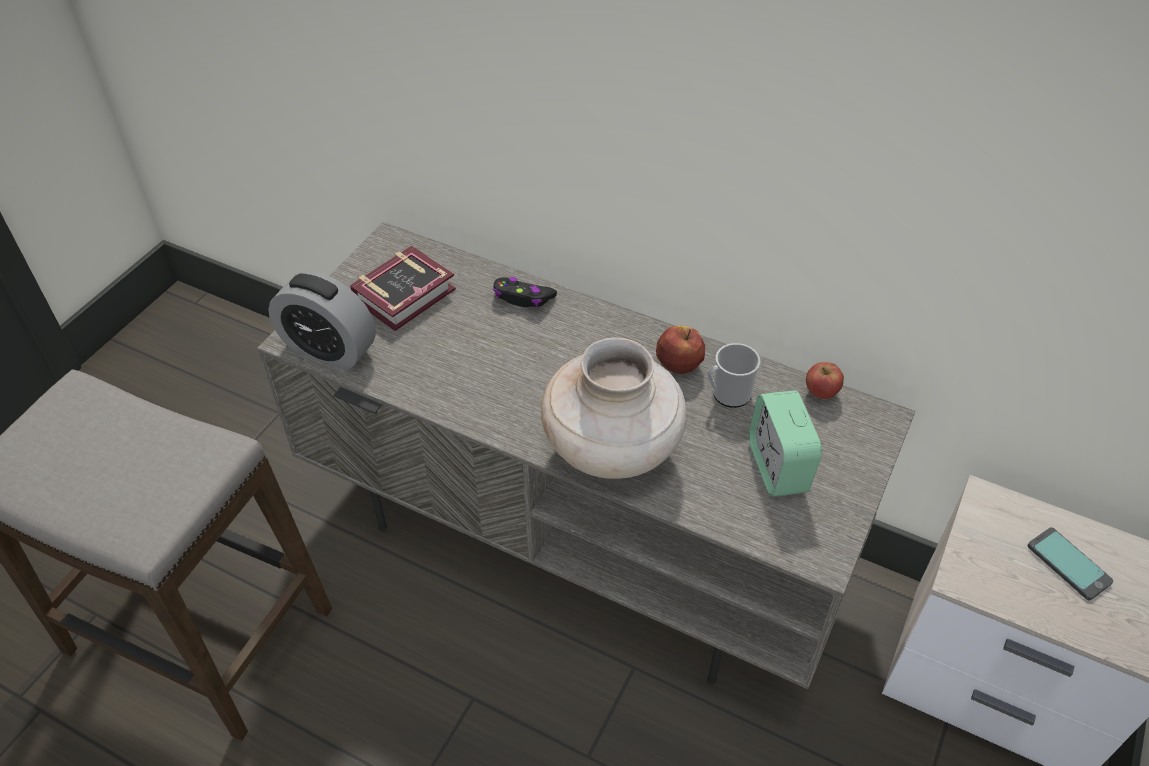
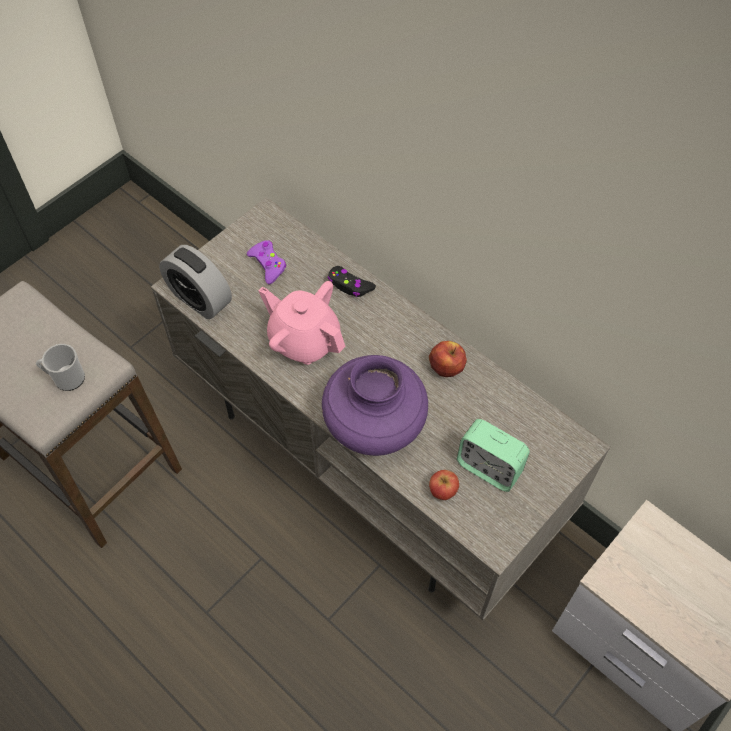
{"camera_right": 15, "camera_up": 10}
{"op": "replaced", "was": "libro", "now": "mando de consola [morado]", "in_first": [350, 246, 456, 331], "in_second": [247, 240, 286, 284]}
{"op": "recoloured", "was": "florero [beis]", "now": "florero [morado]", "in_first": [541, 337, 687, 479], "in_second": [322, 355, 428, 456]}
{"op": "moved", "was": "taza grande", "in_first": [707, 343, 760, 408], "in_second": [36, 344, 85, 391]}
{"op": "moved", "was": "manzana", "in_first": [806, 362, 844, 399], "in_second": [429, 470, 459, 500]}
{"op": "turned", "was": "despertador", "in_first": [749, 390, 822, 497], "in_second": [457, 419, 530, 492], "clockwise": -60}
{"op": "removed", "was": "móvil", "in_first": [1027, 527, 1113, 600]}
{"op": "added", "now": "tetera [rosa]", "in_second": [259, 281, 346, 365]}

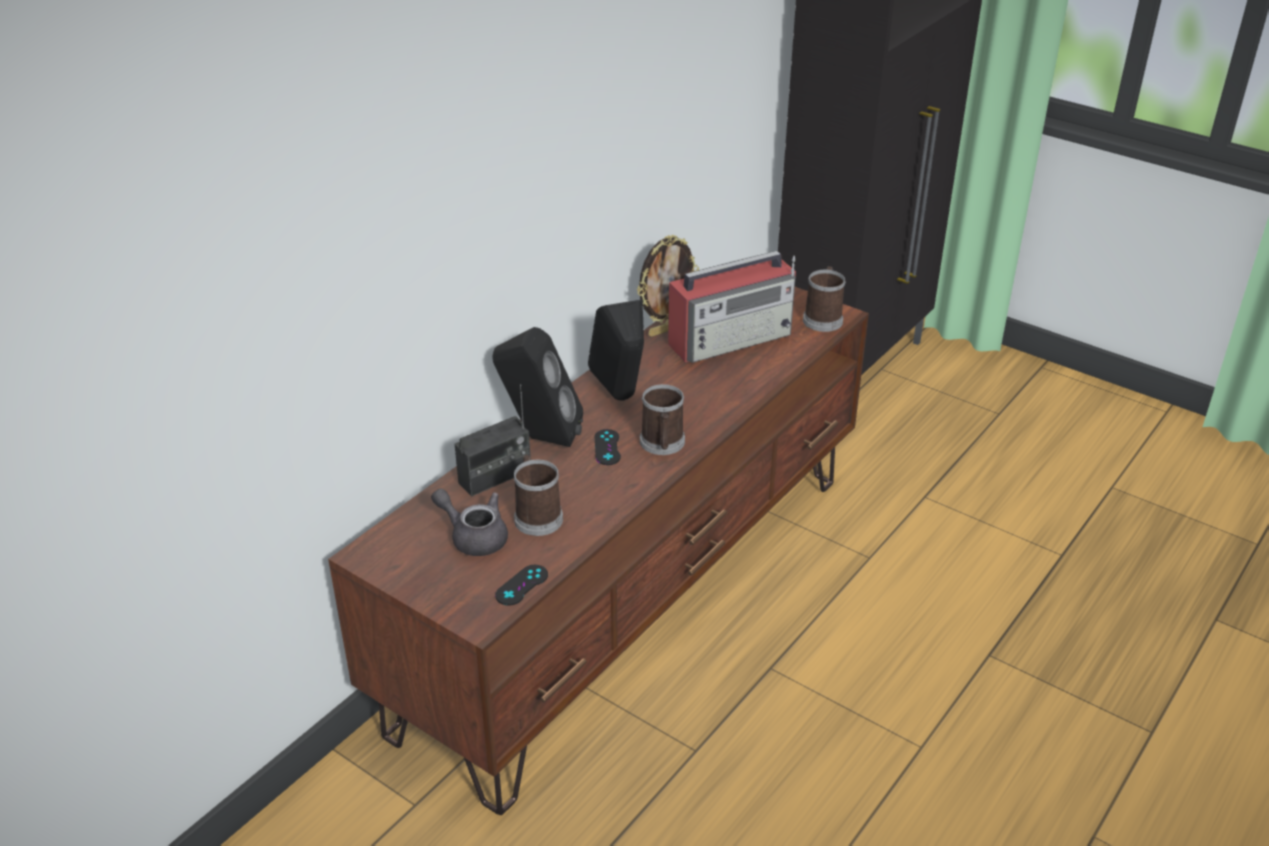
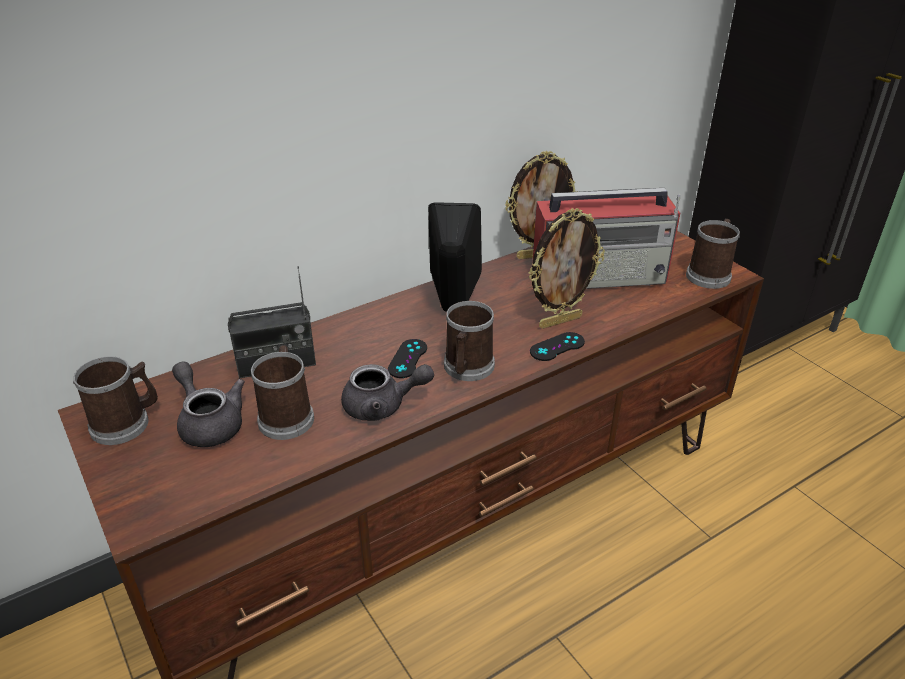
{"camera_right": 20, "camera_up": 0}
{"op": "removed", "was": "altavoz [negro]", "in_first": [493, 327, 583, 447]}
{"op": "moved", "was": "mando de consola [negro]", "in_first": [495, 565, 548, 606], "in_second": [530, 332, 585, 361]}
{"op": "added", "now": "portarretratos", "in_second": [529, 208, 605, 329]}
{"op": "added", "now": "taza grande", "in_second": [73, 356, 158, 445]}
{"op": "added", "now": "tetera [gris]", "in_second": [341, 364, 434, 421]}

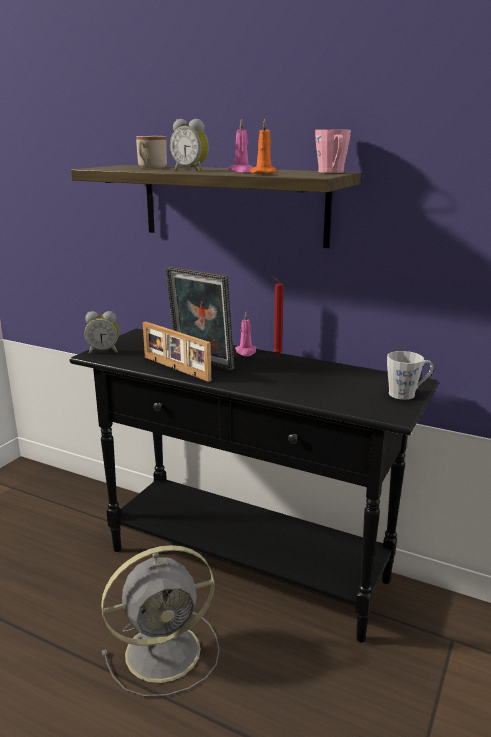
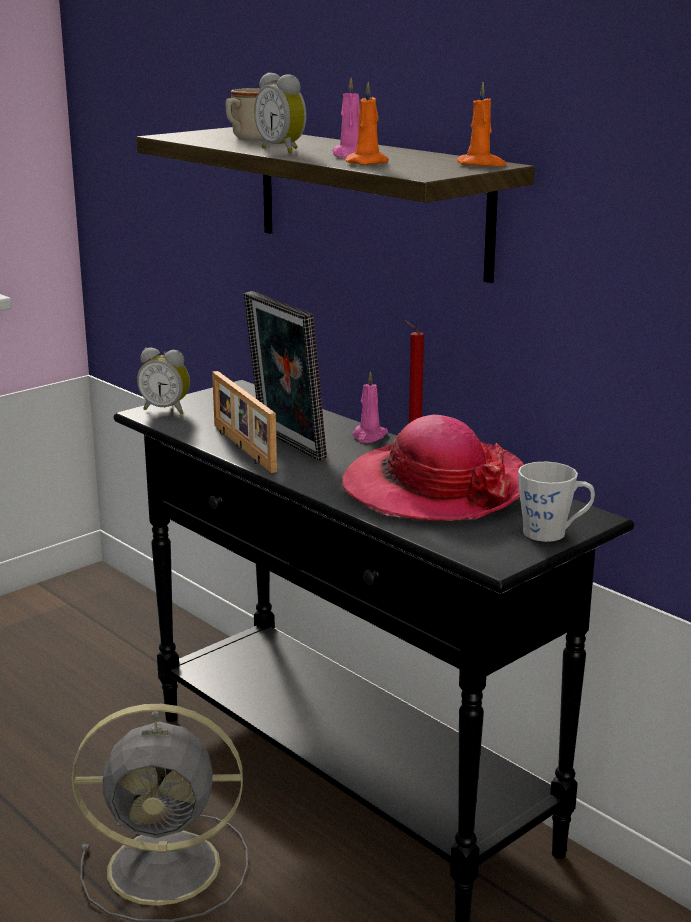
{"camera_right": 20, "camera_up": 0}
{"op": "replaced", "was": "taza grande [rosa]", "now": "vela [naranja]", "in_first": [315, 130, 351, 173], "in_second": [457, 82, 507, 166]}
{"op": "added", "now": "sombrero", "in_second": [342, 415, 524, 521]}

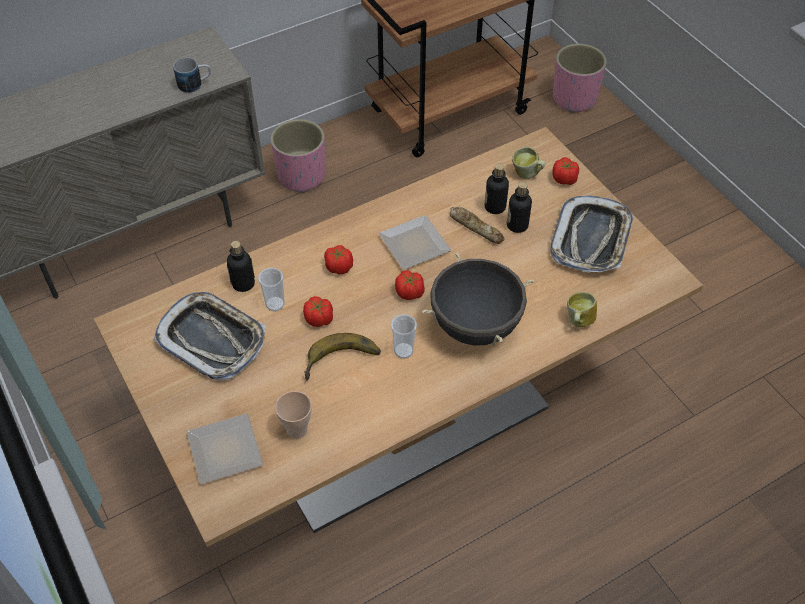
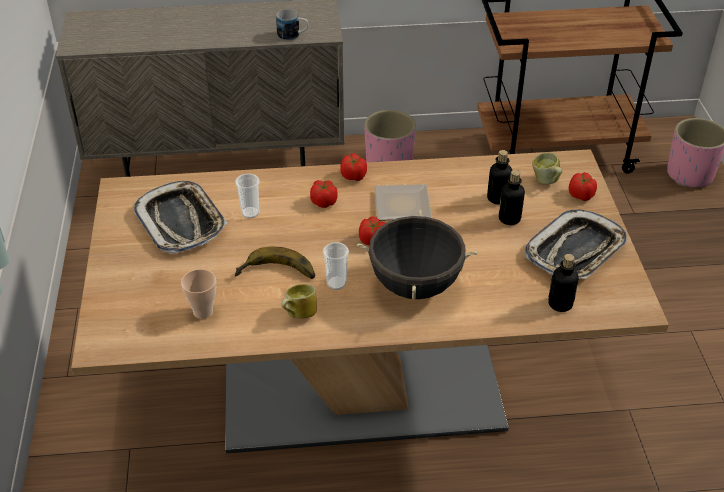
{"camera_right": 25, "camera_up": -10}
{"op": "removed", "was": "pan", "in_first": [450, 207, 504, 244]}
{"op": "moved", "was": "botella", "in_first": [227, 241, 255, 292], "in_second": [548, 254, 579, 312]}
{"op": "moved", "was": "taza grande", "in_first": [567, 292, 597, 327], "in_second": [281, 284, 317, 319]}
{"op": "moved", "was": "tomate", "in_first": [303, 296, 333, 327], "in_second": [340, 153, 367, 181]}
{"op": "removed", "was": "plato", "in_first": [187, 413, 263, 484]}

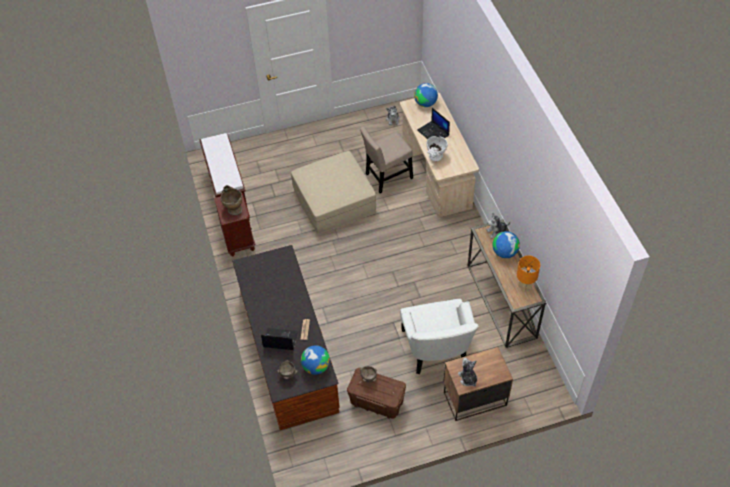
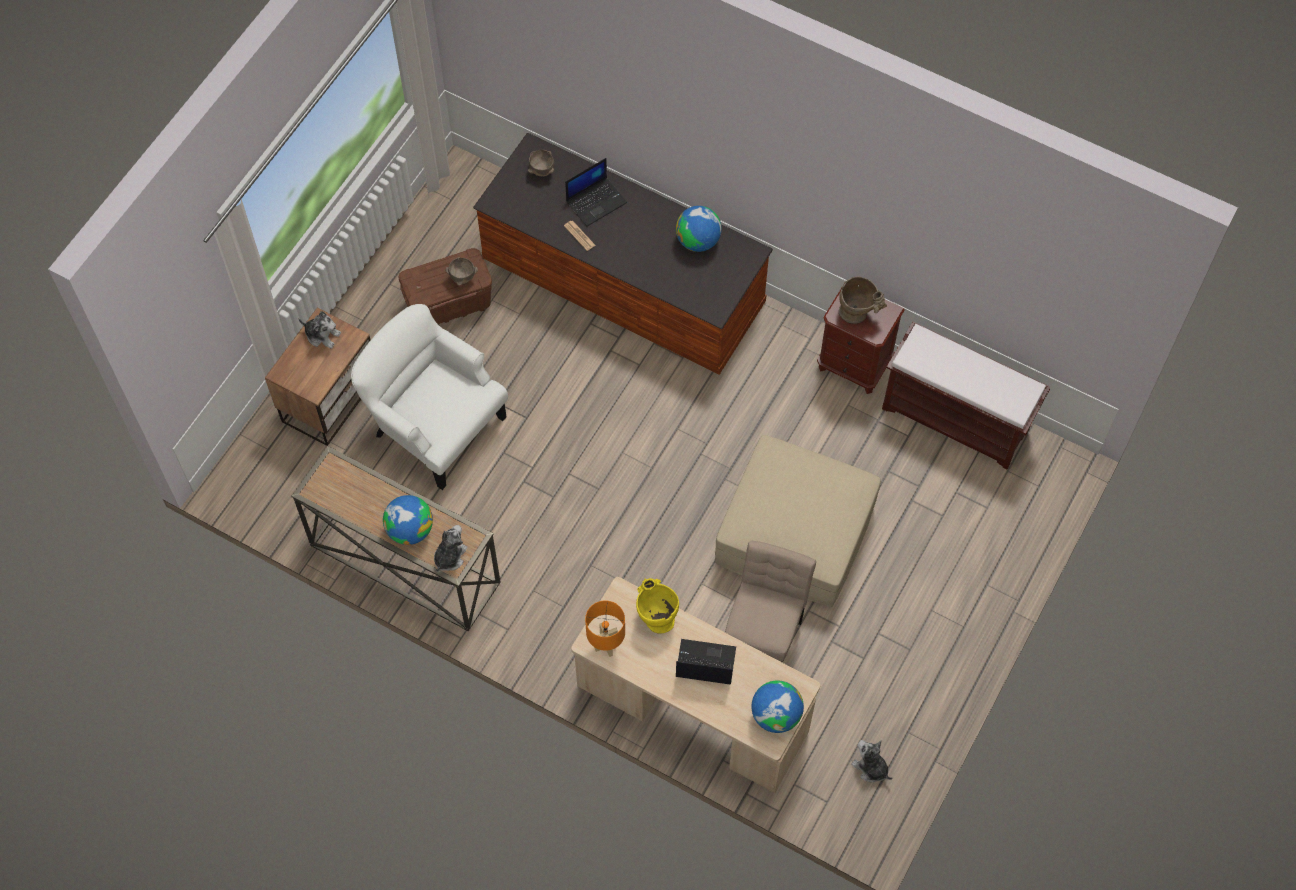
{"camera_right": 135, "camera_up": 10}
{"op": "recoloured", "was": "florero [blanco]", "now": "florero [amarillo]", "in_first": [427, 136, 448, 161], "in_second": [636, 578, 679, 634]}
{"op": "moved", "was": "lámpara de mesa [naranja]", "in_first": [517, 256, 540, 292], "in_second": [585, 601, 625, 657]}
{"op": "moved", "was": "globo terráqueo", "in_first": [301, 345, 330, 375], "in_second": [676, 206, 722, 252]}

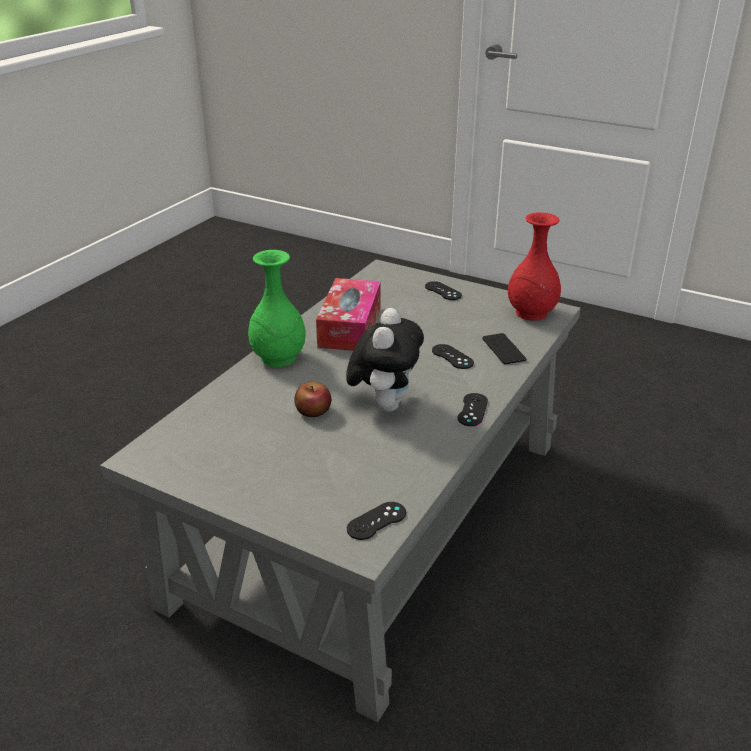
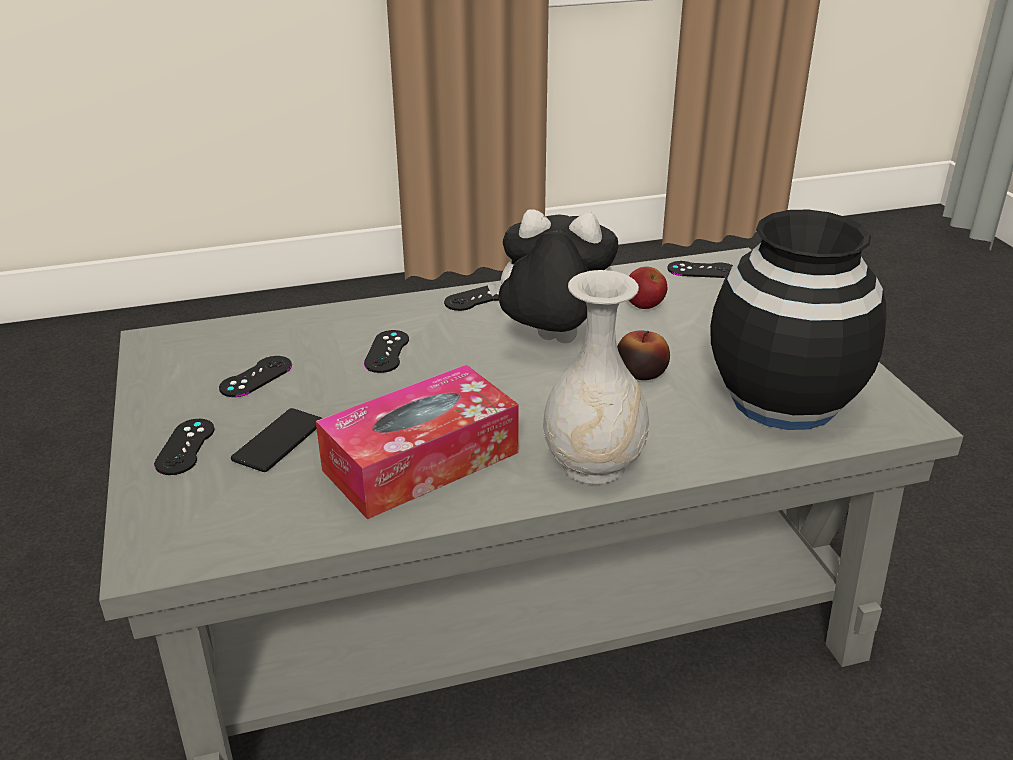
{"camera_right": -135, "camera_up": 0}
{"op": "removed", "was": "florero [rojo]", "in_first": [508, 212, 561, 321]}
{"op": "recoloured", "was": "florero [verde]", "now": "florero [blanco]", "in_first": [248, 250, 306, 367], "in_second": [543, 270, 649, 484]}
{"op": "turned", "was": "peluche", "in_first": [346, 308, 424, 412], "in_second": [487, 209, 618, 343], "clockwise": 45}
{"op": "moved", "was": "móvil", "in_first": [482, 333, 526, 364], "in_second": [231, 408, 322, 472]}
{"op": "added", "now": "florero [negro]", "in_second": [710, 210, 886, 430]}
{"op": "added", "now": "manzana", "in_second": [629, 266, 667, 309]}
{"op": "added", "now": "mando de consola [negro]", "in_second": [219, 356, 292, 397]}

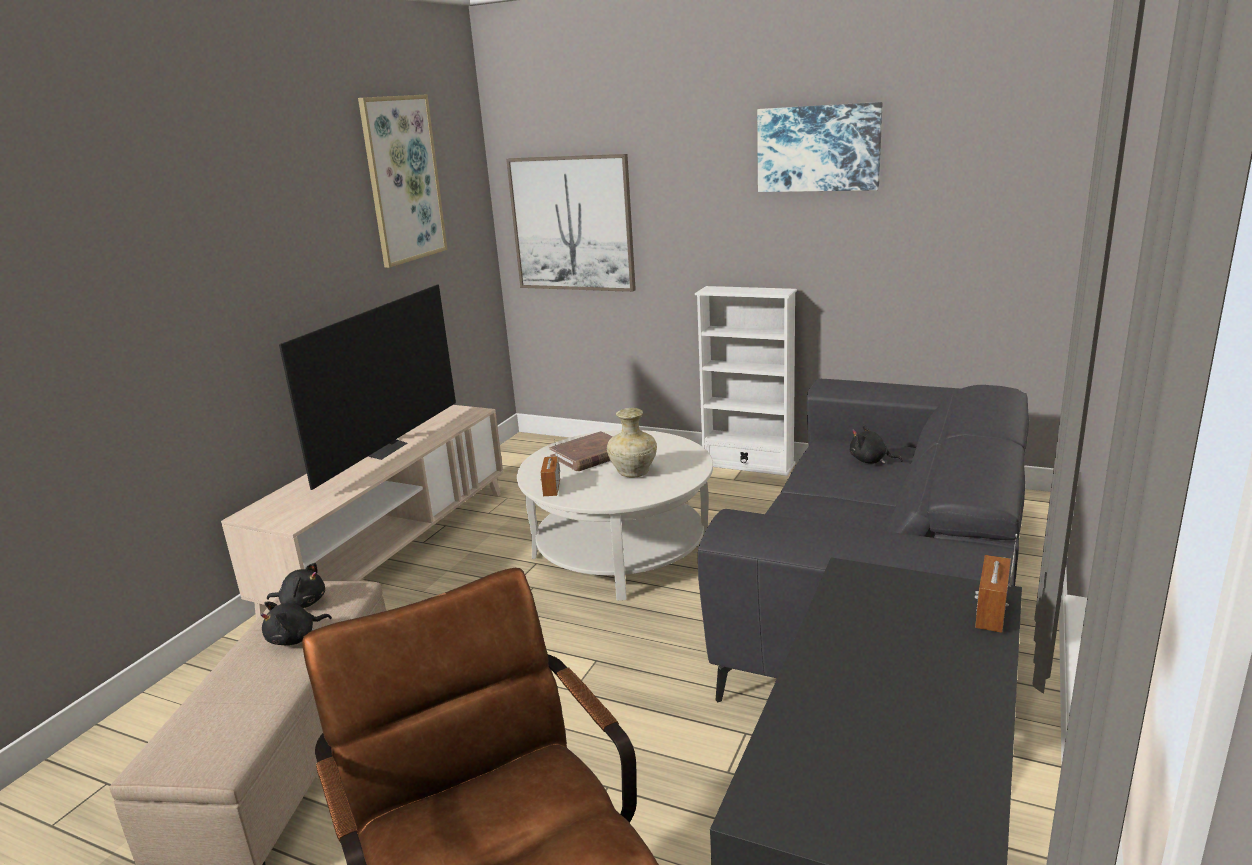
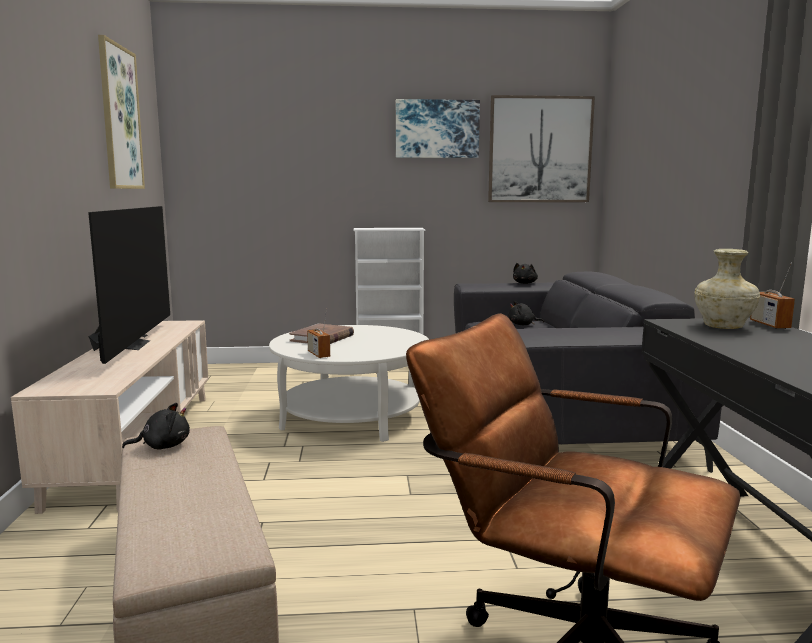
{"camera_right": -30, "camera_up": -10}
{"op": "moved", "was": "cuadro", "in_first": [506, 154, 636, 292], "in_second": [488, 95, 595, 202]}
{"op": "moved", "was": "florero [beis]", "in_first": [607, 408, 657, 478], "in_second": [694, 249, 760, 329]}
{"op": "moved", "was": "peluche [negro]", "in_first": [260, 601, 332, 645], "in_second": [513, 263, 538, 284]}

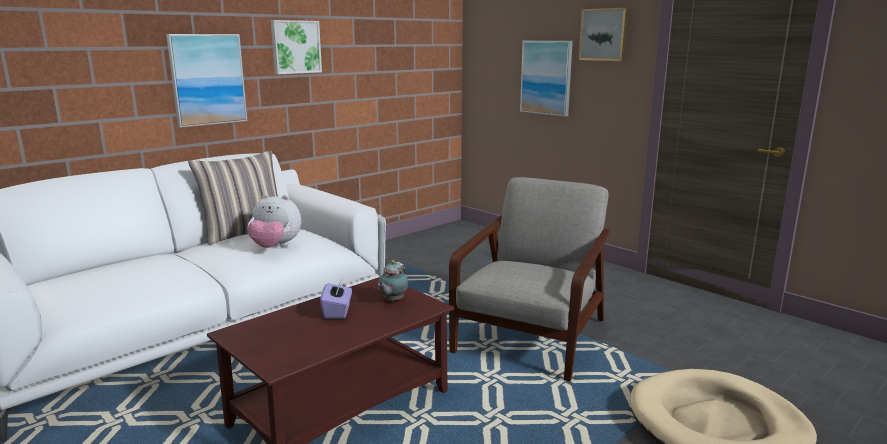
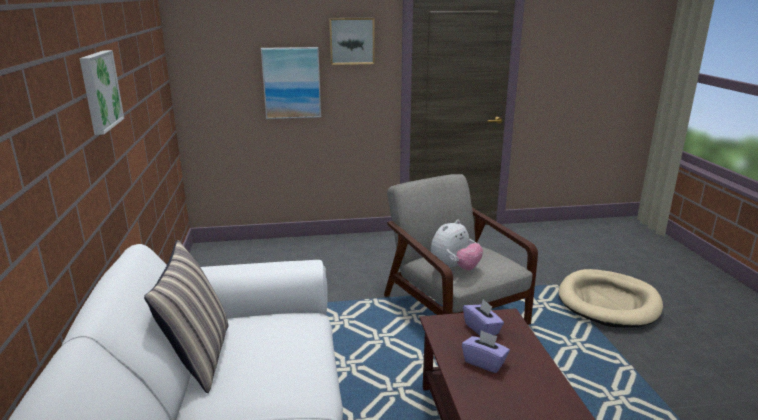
{"camera_right": -55, "camera_up": 5}
{"op": "removed", "was": "cuadro", "in_first": [166, 34, 248, 128]}
{"op": "moved", "was": "peluche", "in_first": [247, 194, 301, 248], "in_second": [431, 220, 483, 270]}
{"op": "replaced", "was": "tetera", "now": "caja de pañuelos [morado]", "in_first": [378, 260, 409, 302], "in_second": [463, 299, 504, 336]}

